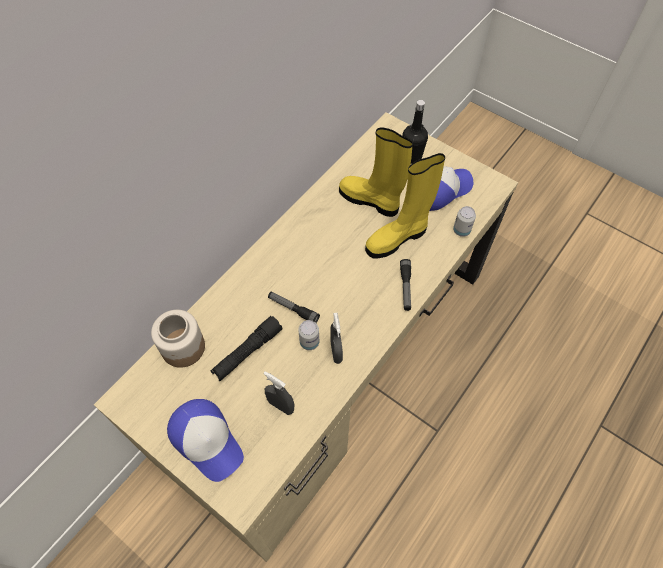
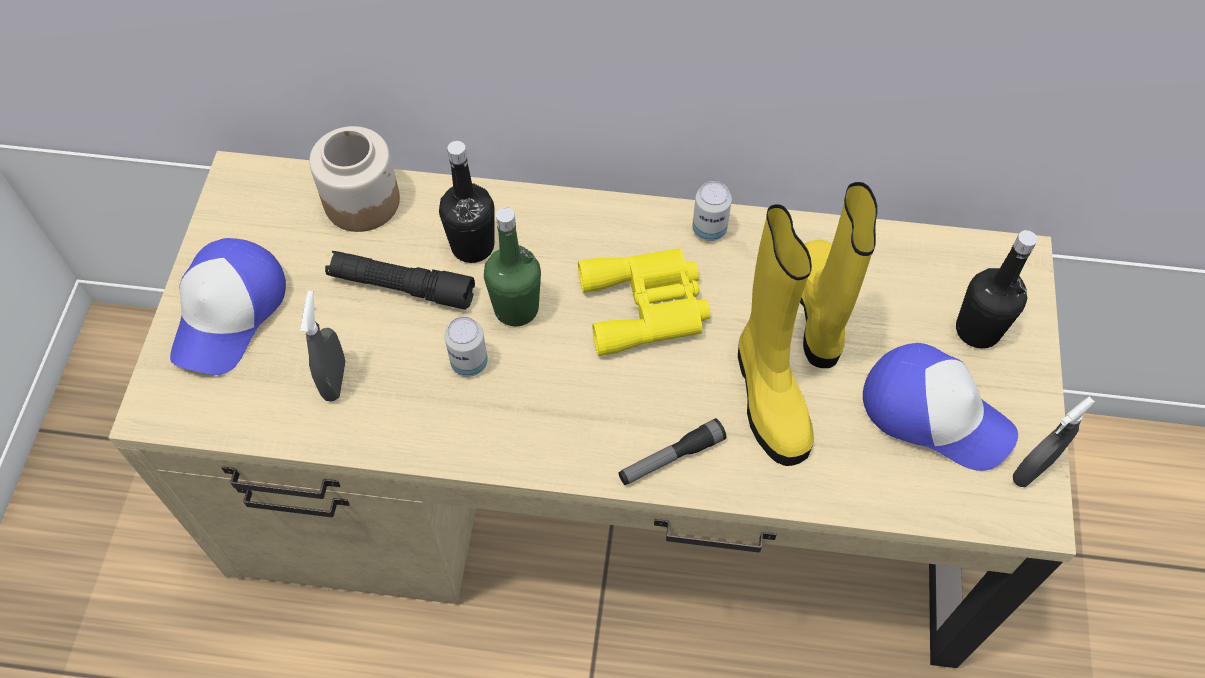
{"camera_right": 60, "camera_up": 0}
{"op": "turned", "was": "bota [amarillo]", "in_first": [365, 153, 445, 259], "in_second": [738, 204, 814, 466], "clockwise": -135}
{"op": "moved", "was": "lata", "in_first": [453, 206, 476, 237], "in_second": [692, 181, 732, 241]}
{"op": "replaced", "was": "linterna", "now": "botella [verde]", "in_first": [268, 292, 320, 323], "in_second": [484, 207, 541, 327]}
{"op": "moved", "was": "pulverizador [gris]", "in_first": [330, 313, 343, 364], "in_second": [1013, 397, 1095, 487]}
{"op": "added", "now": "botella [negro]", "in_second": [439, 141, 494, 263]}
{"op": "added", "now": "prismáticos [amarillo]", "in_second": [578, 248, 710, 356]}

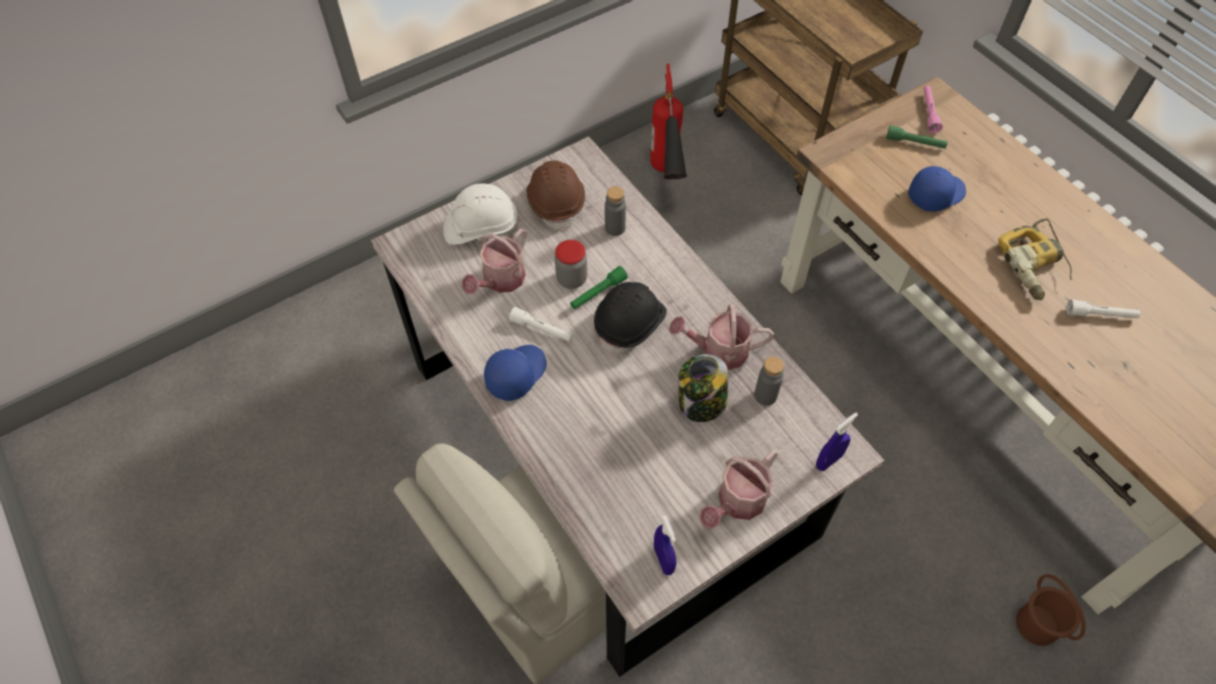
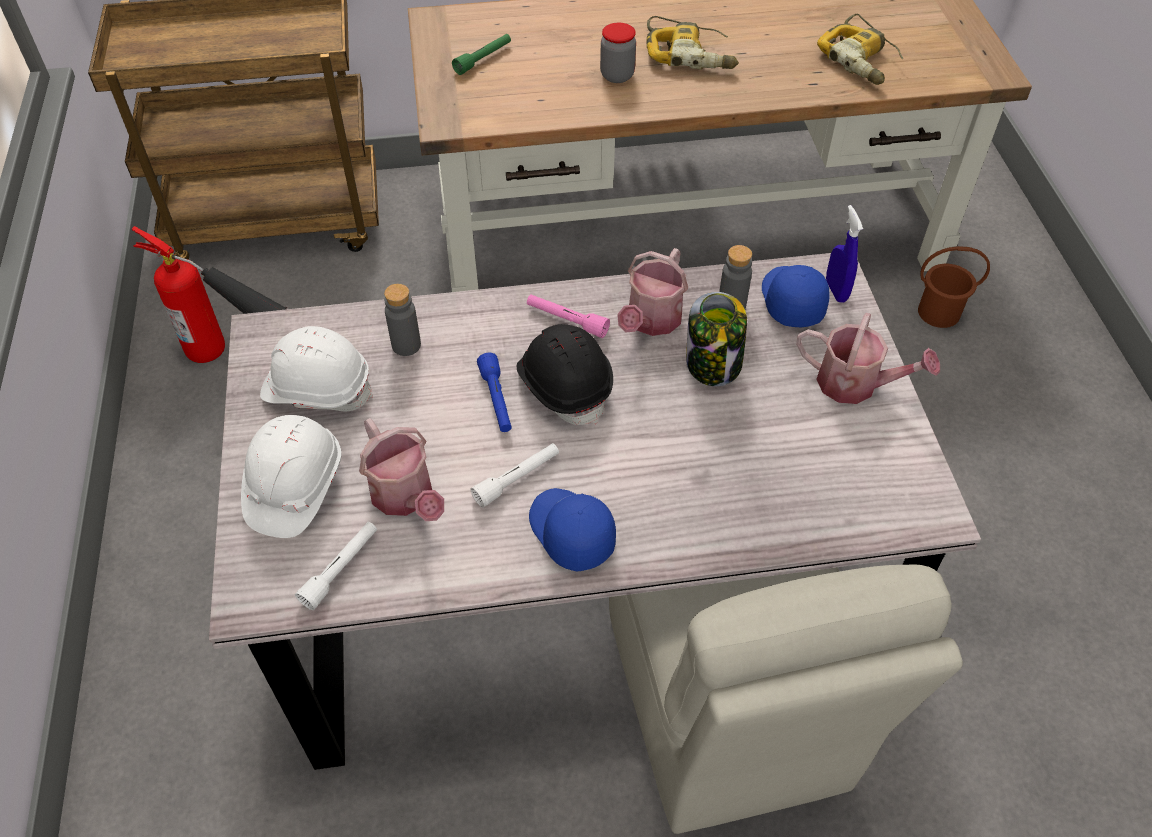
{"camera_right": -65, "camera_up": -5}
{"op": "moved", "was": "linterna [rosa]", "in_first": [923, 86, 943, 133], "in_second": [527, 294, 610, 338]}
{"op": "recoloured", "was": "casco [marrón]", "now": "casco [blanco]", "in_first": [527, 160, 585, 231], "in_second": [260, 326, 373, 411]}
{"op": "moved", "was": "gorra [azul]", "in_first": [908, 166, 966, 212], "in_second": [762, 265, 829, 327]}
{"op": "moved", "was": "tarro", "in_first": [555, 240, 587, 289], "in_second": [600, 23, 636, 83]}
{"op": "recoloured", "was": "linterna [verde]", "now": "linterna [azul]", "in_first": [570, 266, 628, 309], "in_second": [477, 353, 512, 432]}
{"op": "moved", "was": "linterna [blanco]", "in_first": [1067, 300, 1140, 318], "in_second": [295, 522, 377, 610]}
{"op": "turned", "was": "regadera", "in_first": [699, 450, 778, 529], "in_second": [796, 313, 940, 404], "clockwise": -45}
{"op": "removed", "was": "pulverizador [azul]", "in_first": [654, 515, 677, 575]}
{"op": "added", "now": "taladro", "in_second": [817, 14, 903, 85]}

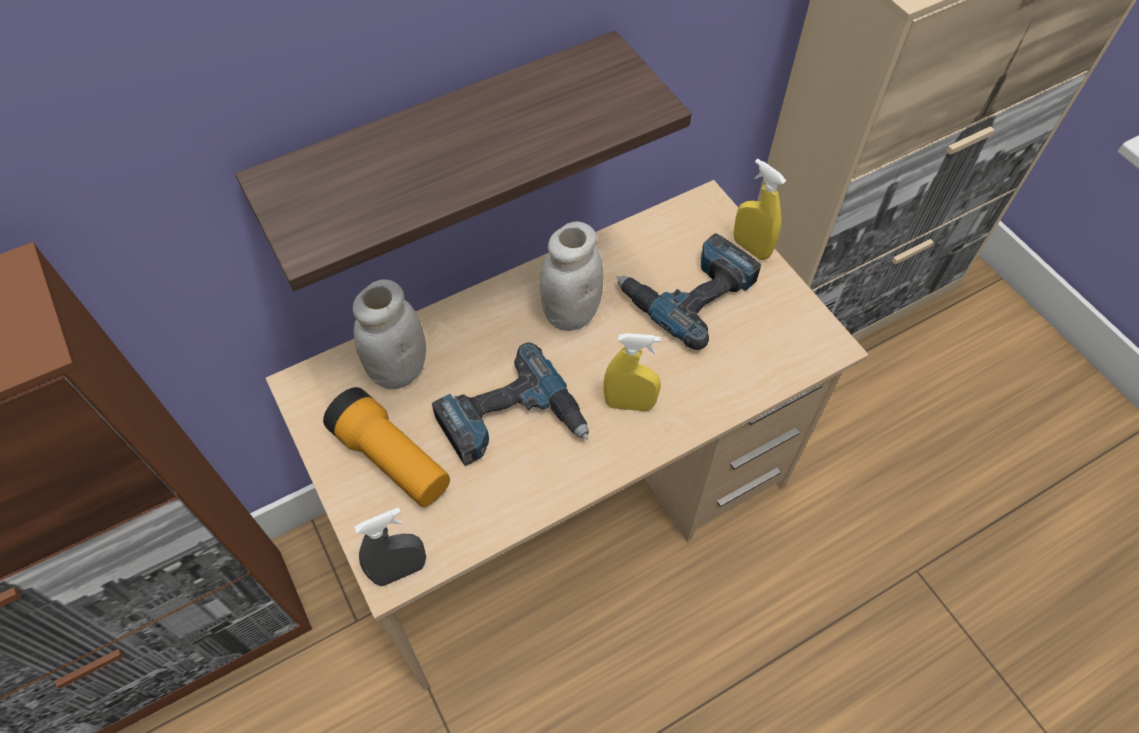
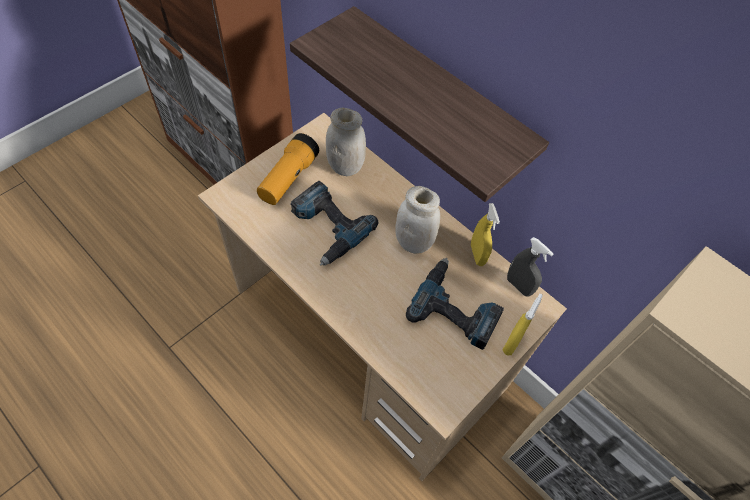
{"camera_right": 70, "camera_up": 0}
{"op": "moved", "was": "pulverizador [amarillo]", "in_first": [603, 333, 661, 411], "in_second": [471, 203, 500, 266]}
{"op": "moved", "was": "pulverizador [gris]", "in_first": [354, 507, 426, 586], "in_second": [507, 237, 554, 297]}

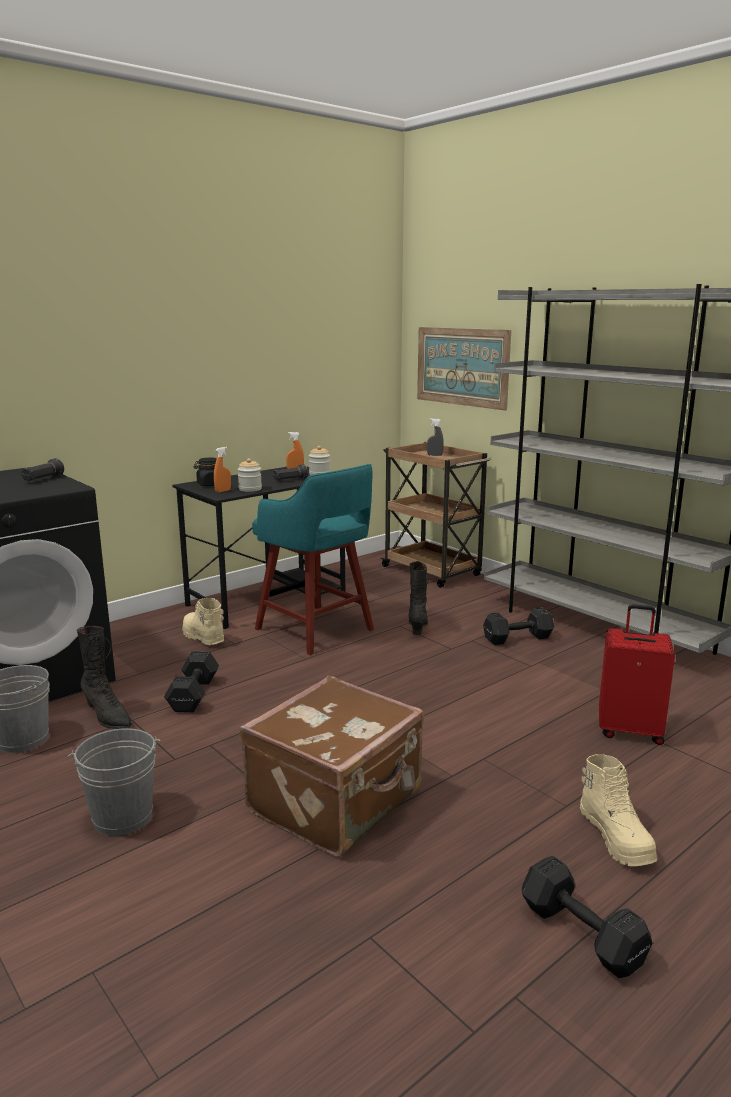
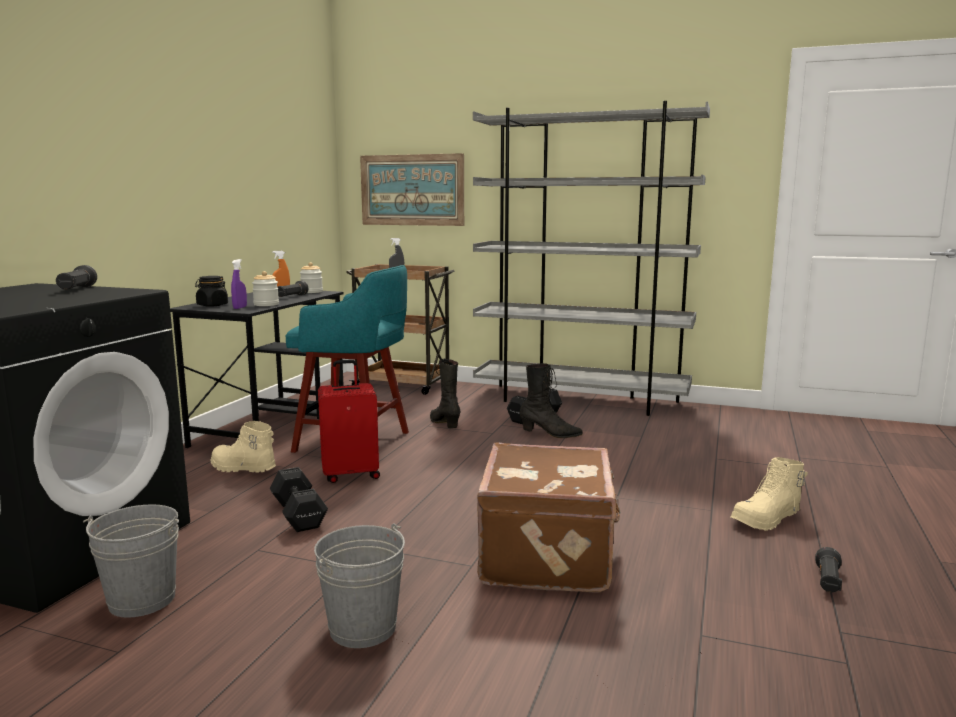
{"camera_right": -30, "camera_up": -5}
{"op": "recoloured", "was": "pulverizador [naranja]", "now": "pulverizador [morado]", "in_first": [214, 447, 231, 493], "in_second": [231, 259, 247, 309]}
{"op": "moved", "was": "maleta [rojo]", "in_first": [599, 604, 675, 745], "in_second": [318, 360, 380, 483]}
{"op": "moved", "was": "bota [negro]", "in_first": [77, 626, 132, 729], "in_second": [520, 363, 583, 438]}
{"op": "turned", "was": "bota [beis]", "in_first": [580, 754, 657, 866], "in_second": [731, 457, 808, 531], "clockwise": 105}
{"op": "replaced", "was": "mancuerna [negro]", "now": "linterna [negro]", "in_first": [522, 856, 652, 978], "in_second": [815, 547, 842, 592]}

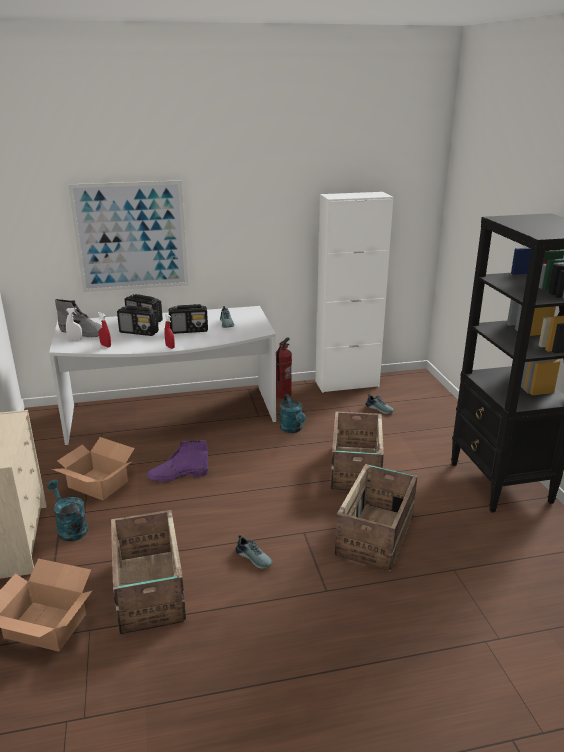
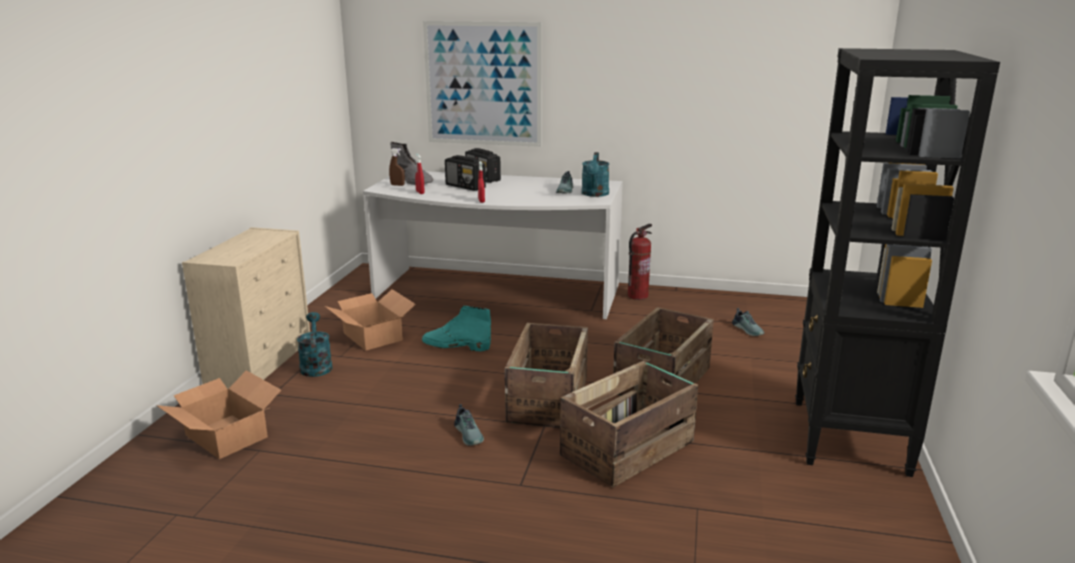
{"camera_right": 25, "camera_up": -5}
{"op": "removed", "was": "armario [blanco]", "in_first": [315, 192, 393, 393]}
{"op": "removed", "was": "radio", "in_first": [169, 304, 208, 334]}
{"op": "recoloured", "was": "pulverizador [blanco]", "now": "pulverizador [marrón]", "in_first": [66, 308, 82, 341], "in_second": [389, 148, 405, 186]}
{"op": "moved", "was": "regadera [turquesa]", "in_first": [280, 394, 306, 433], "in_second": [582, 152, 609, 197]}
{"op": "recoloured", "was": "bota [morado]", "now": "bota [turquesa]", "in_first": [147, 440, 209, 482], "in_second": [422, 306, 491, 351]}
{"op": "moved", "was": "caja de embalaje", "in_first": [111, 510, 187, 634], "in_second": [505, 323, 588, 428]}

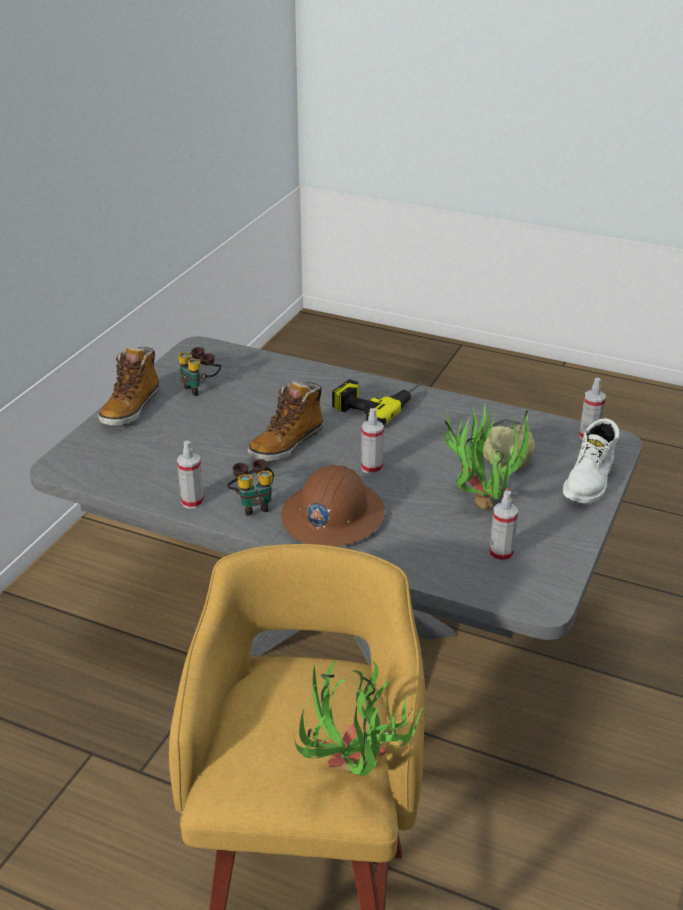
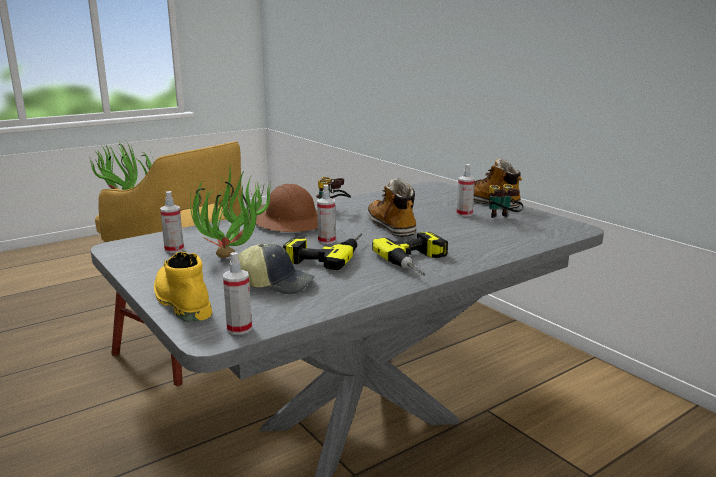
{"camera_right": 120, "camera_up": -15}
{"op": "recoloured", "was": "bota [blanco]", "now": "bota [amarillo]", "in_first": [563, 418, 619, 503], "in_second": [154, 252, 212, 322]}
{"op": "moved", "was": "pulverizador", "in_first": [177, 441, 204, 509], "in_second": [457, 164, 475, 217]}
{"op": "added", "now": "taladro", "in_second": [283, 233, 363, 270]}

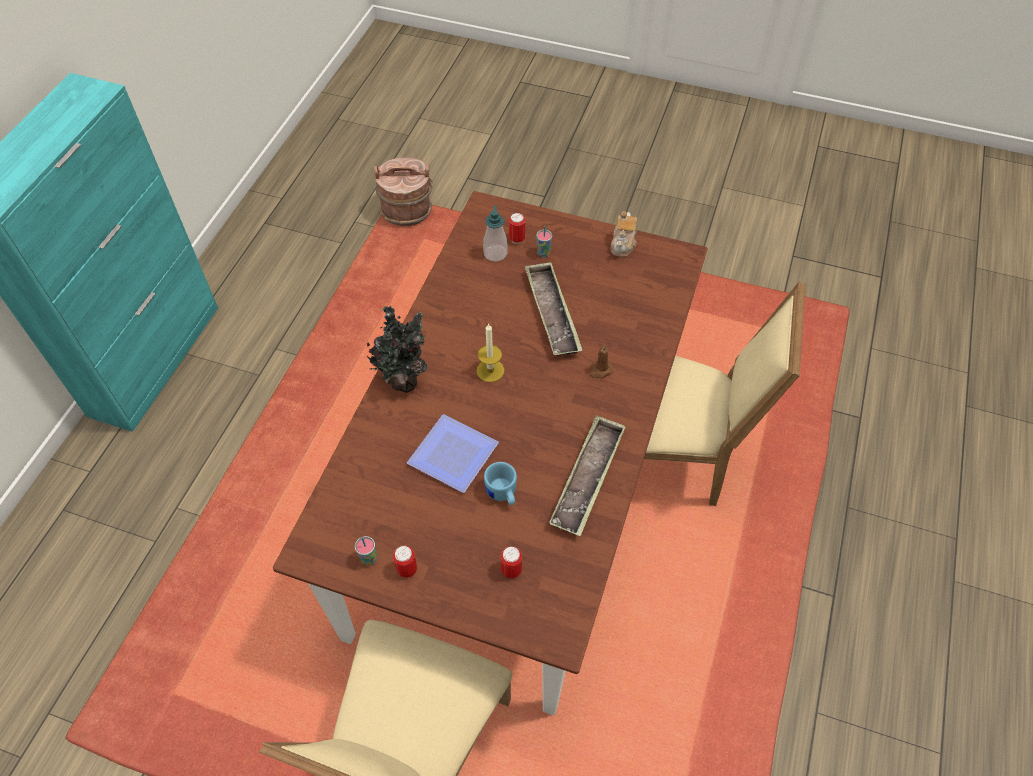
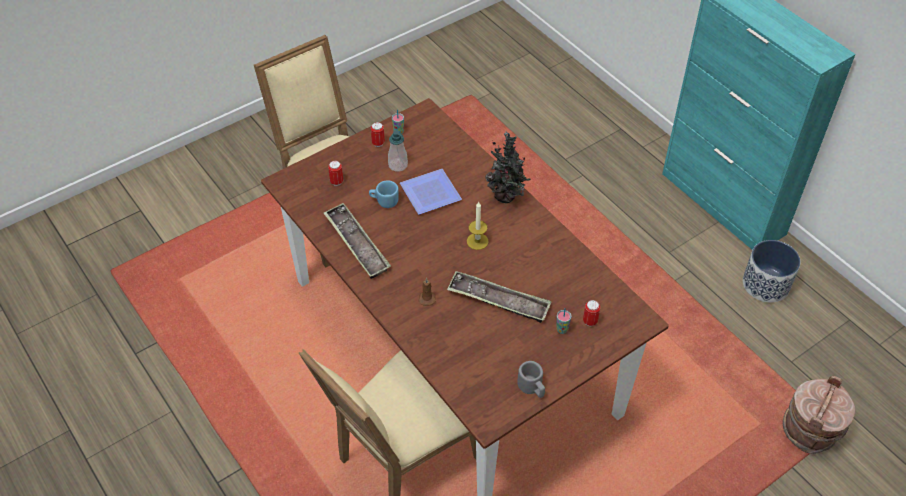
{"camera_right": 125, "camera_up": -5}
{"op": "moved", "was": "dispensador de jabón", "in_first": [483, 205, 508, 262], "in_second": [388, 130, 408, 172]}
{"op": "replaced", "was": "tetera", "now": "taza grande [gris]", "in_first": [610, 211, 637, 257], "in_second": [517, 361, 545, 398]}
{"op": "added", "now": "maceta", "in_second": [743, 240, 800, 302]}

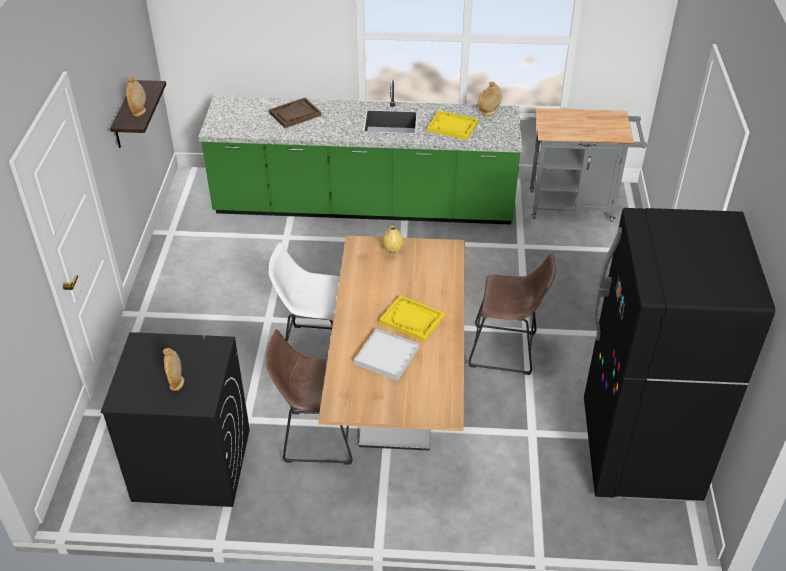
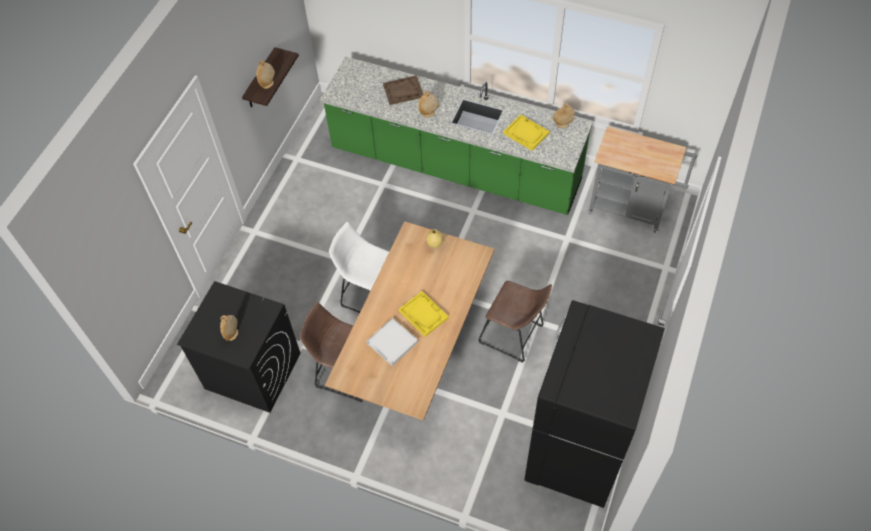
{"camera_right": 20, "camera_up": 15}
{"op": "added", "now": "florero [beis]", "in_second": [418, 91, 439, 117]}

